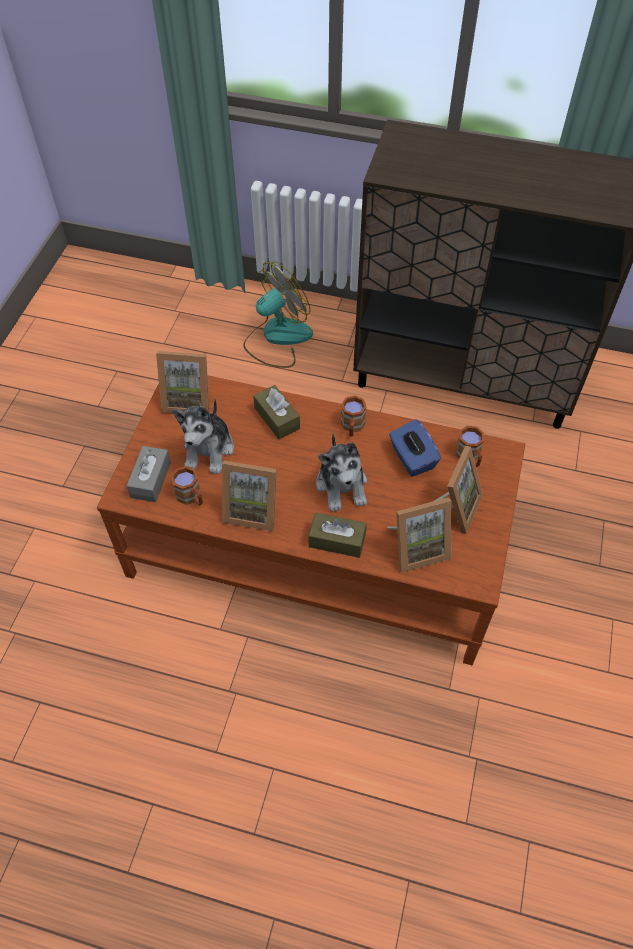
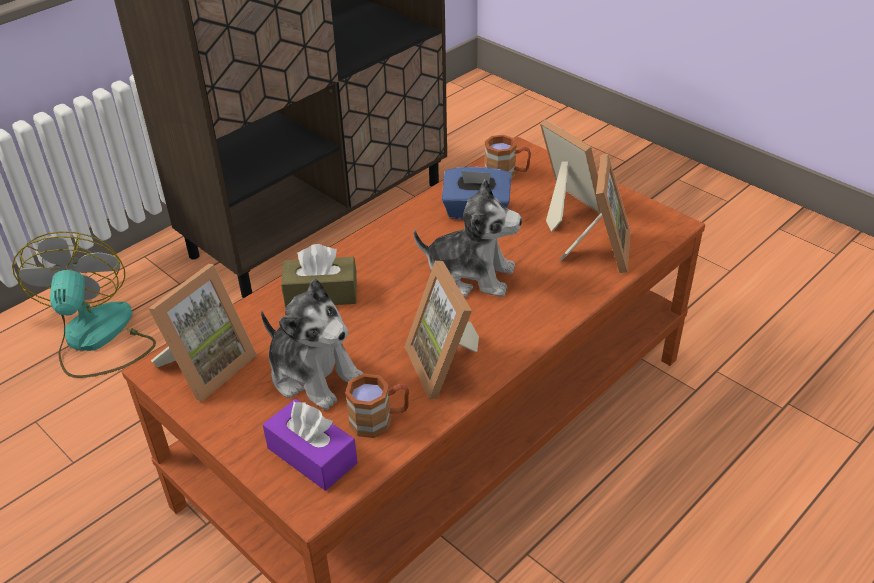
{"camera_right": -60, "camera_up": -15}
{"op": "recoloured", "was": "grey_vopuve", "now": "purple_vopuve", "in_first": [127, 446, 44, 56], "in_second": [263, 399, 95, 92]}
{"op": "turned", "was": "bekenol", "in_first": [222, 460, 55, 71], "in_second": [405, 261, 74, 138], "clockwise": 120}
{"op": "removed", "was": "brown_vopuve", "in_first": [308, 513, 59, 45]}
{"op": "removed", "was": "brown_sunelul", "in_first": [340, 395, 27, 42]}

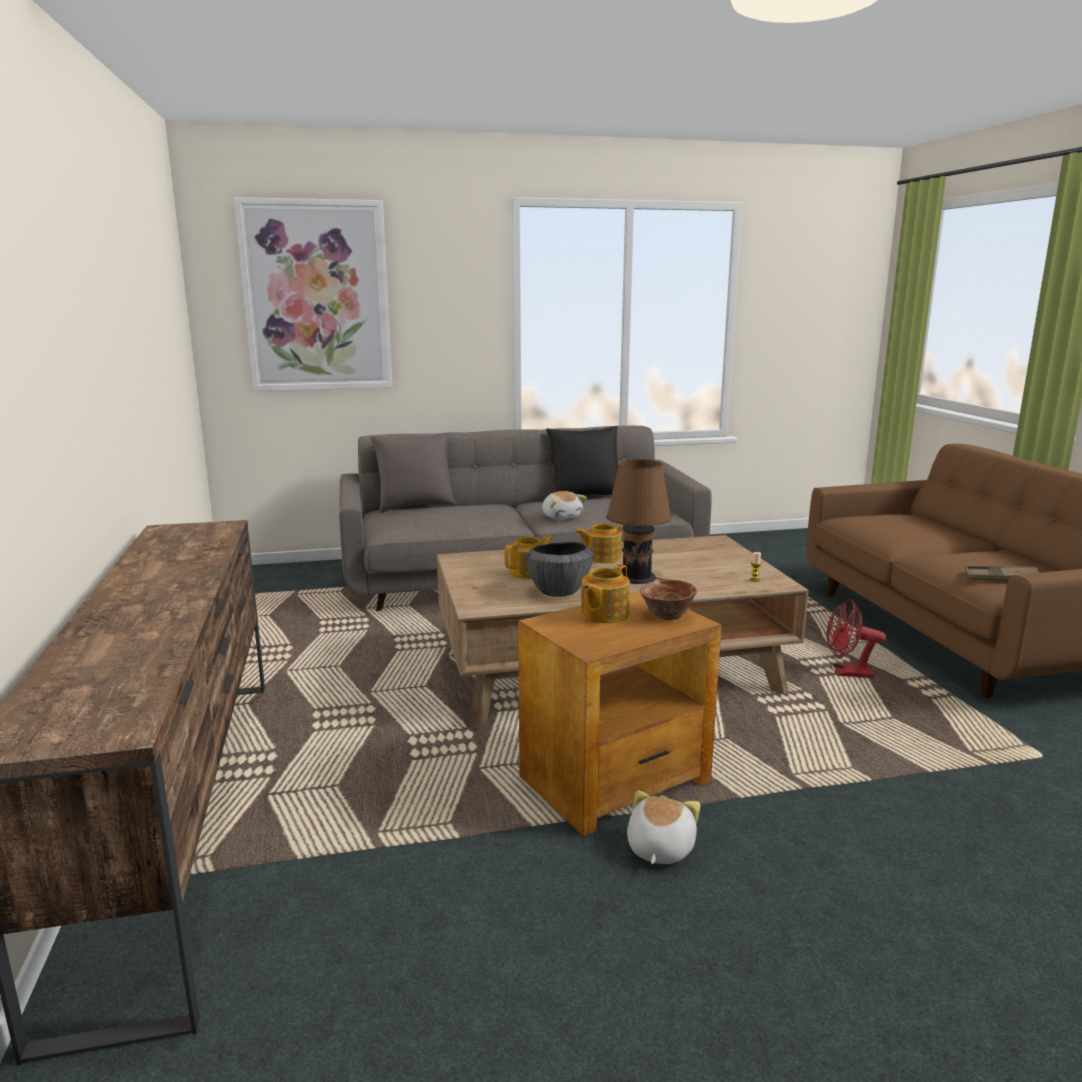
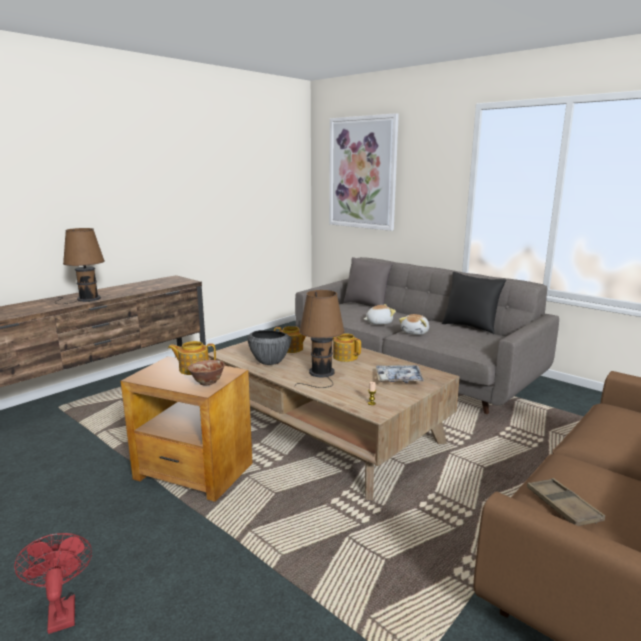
{"camera_right": 55, "camera_up": 0}
{"op": "moved", "was": "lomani", "in_first": [627, 790, 73, 74], "in_second": [364, 304, 32, 21]}
{"op": "moved", "was": "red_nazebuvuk", "in_first": [827, 599, 59, 79], "in_second": [14, 533, 78, 101]}
{"op": "added", "now": "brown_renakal", "in_second": [55, 228, 50, 76]}
{"op": "added", "now": "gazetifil", "in_second": [376, 365, 48, 18]}

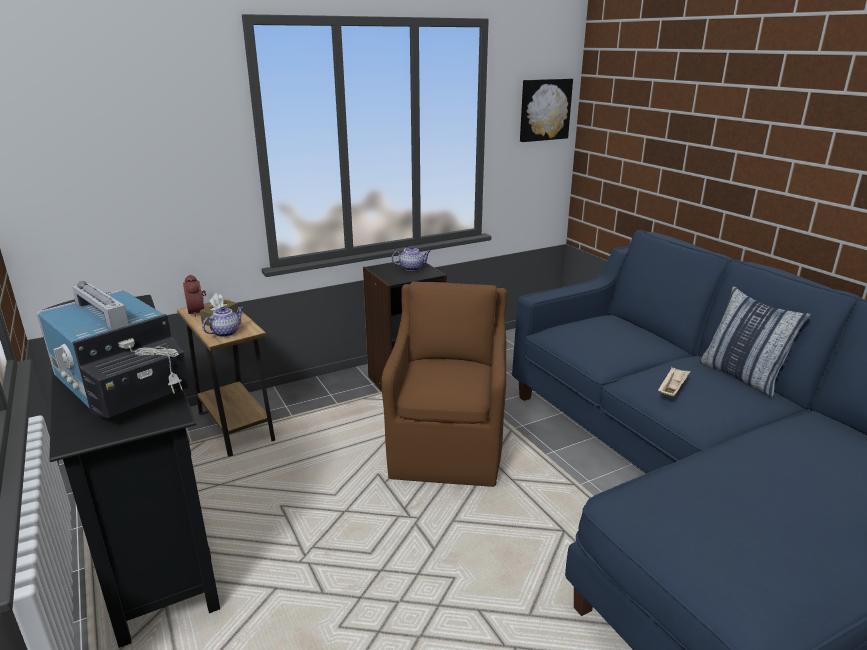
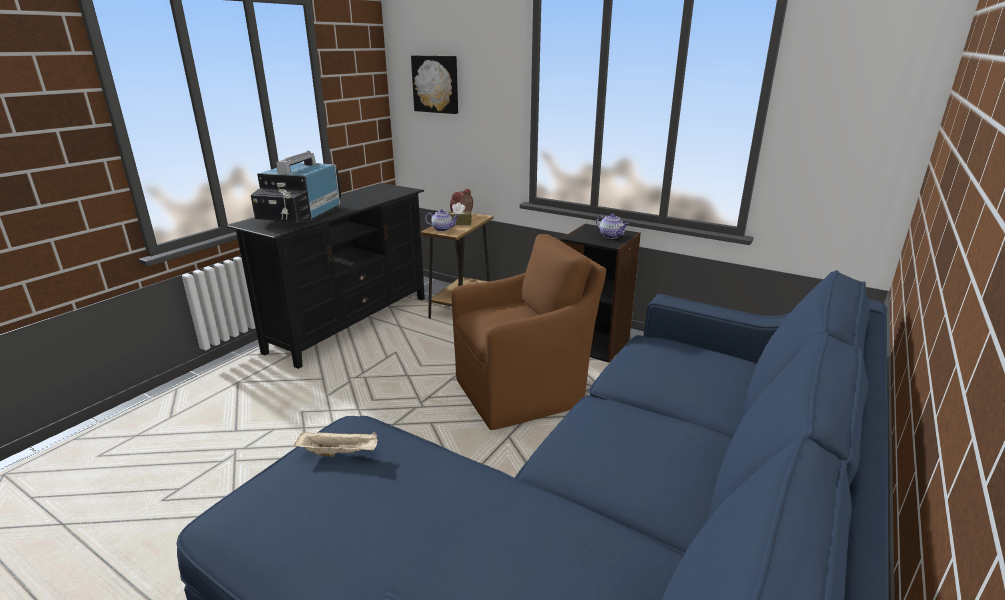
{"camera_right": 60, "camera_up": 0}
{"op": "moved", "was": "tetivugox", "in_first": [520, 78, 53, 64], "in_second": [411, 55, 47, 59]}
{"op": "moved", "was": "beige_gazetifil", "in_first": [658, 366, 33, 31], "in_second": [294, 431, 83, 26]}
{"op": "removed", "was": "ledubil", "in_first": [700, 286, 111, 112]}

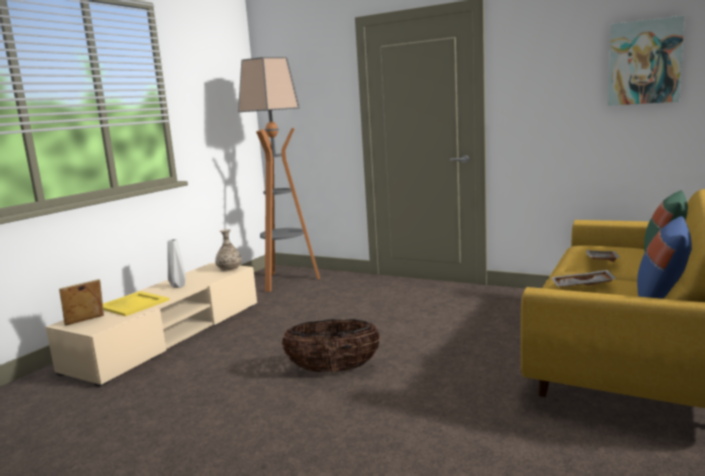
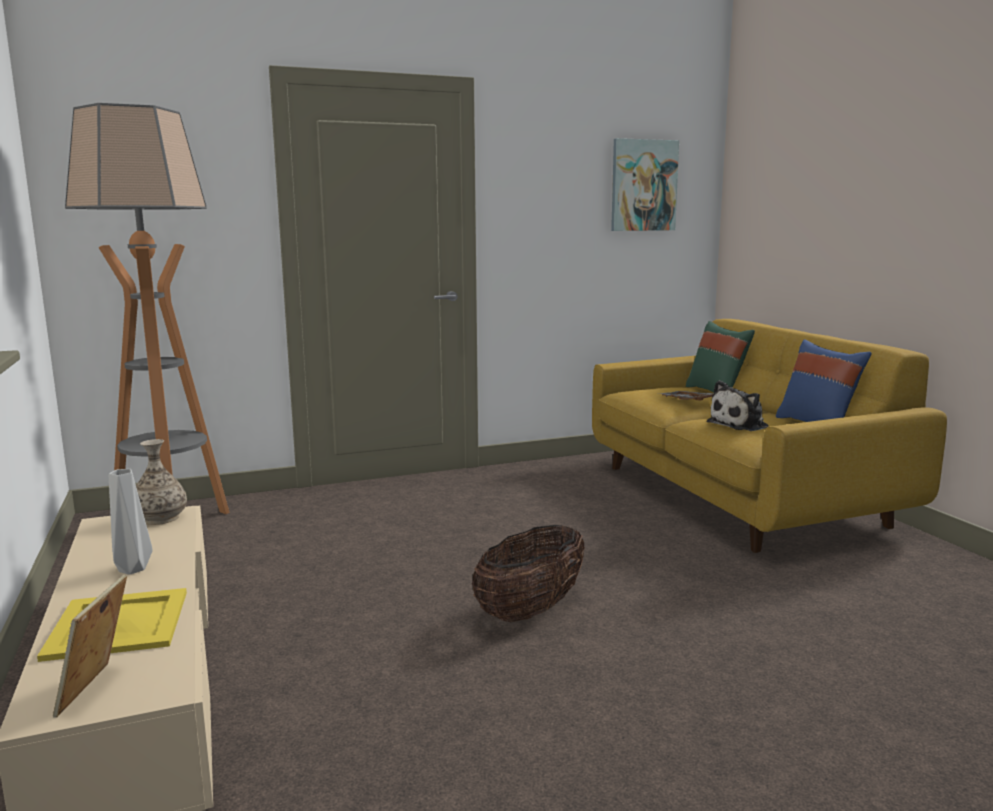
{"camera_right": -50, "camera_up": 0}
{"op": "replaced", "was": "grey_gazetifil", "now": "lomani", "in_first": [551, 270, 65, 17], "in_second": [707, 380, 62, 51]}

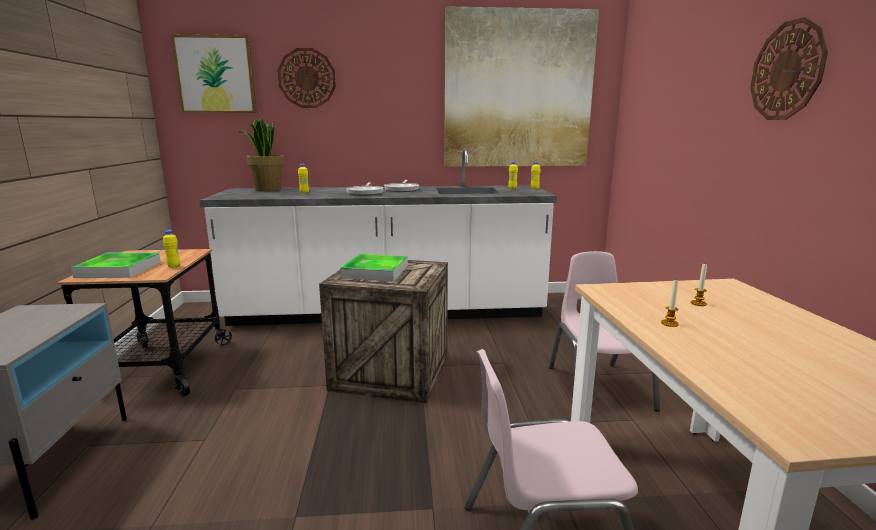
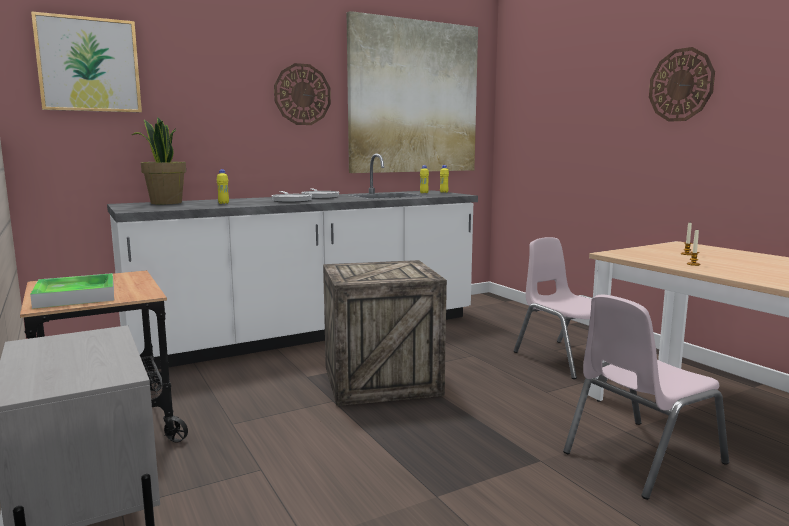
{"camera_right": -25, "camera_up": -5}
{"op": "removed", "was": "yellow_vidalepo", "in_first": [163, 230, 17, 38]}
{"op": "moved", "was": "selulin", "in_first": [277, 48, 59, 60], "in_second": [274, 63, 57, 62]}
{"op": "removed", "was": "gazetifil", "in_first": [340, 254, 68, 27]}

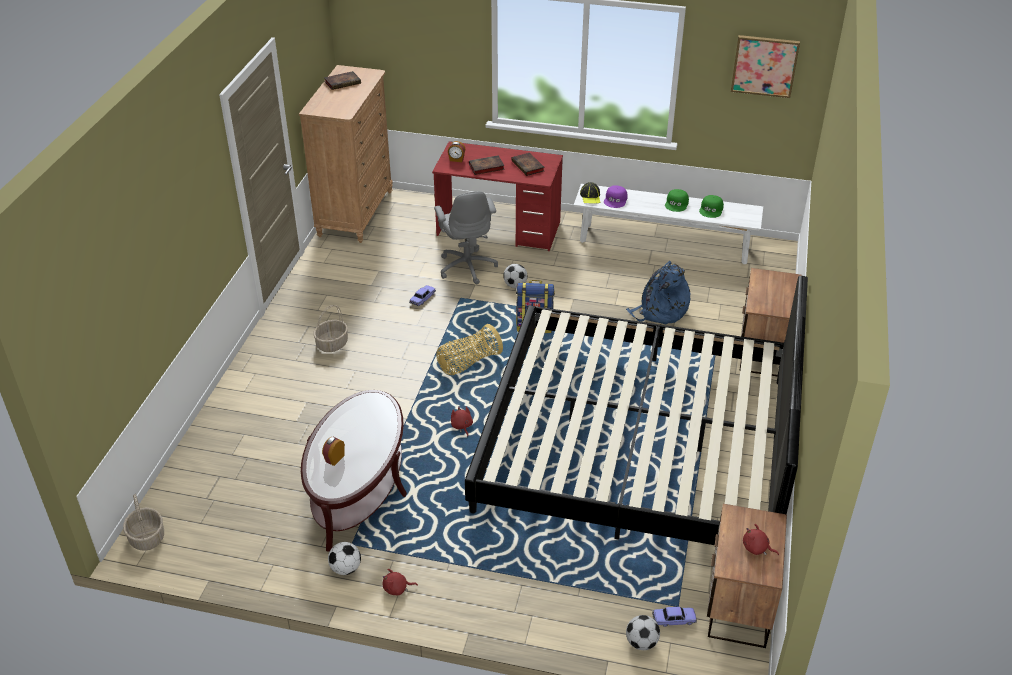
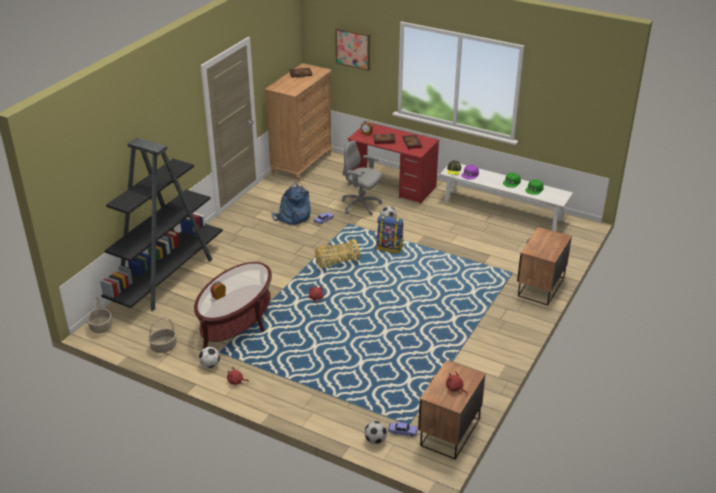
{"camera_right": 15, "camera_up": -5}
{"op": "moved", "was": "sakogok", "in_first": [313, 305, 35, 47], "in_second": [148, 317, 28, 36]}
{"op": "turned", "was": "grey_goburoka", "in_first": [434, 191, 64, 93], "in_second": [341, 141, 41, 74], "clockwise": 120}
{"op": "removed", "was": "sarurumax", "in_first": [465, 276, 343, 269]}
{"op": "moved", "was": "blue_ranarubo", "in_first": [626, 261, 65, 64], "in_second": [272, 183, 39, 42]}
{"op": "moved", "was": "tetivugox", "in_first": [731, 35, 69, 63], "in_second": [335, 28, 35, 43]}
{"op": "added", "now": "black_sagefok", "in_second": [100, 138, 123, 173]}

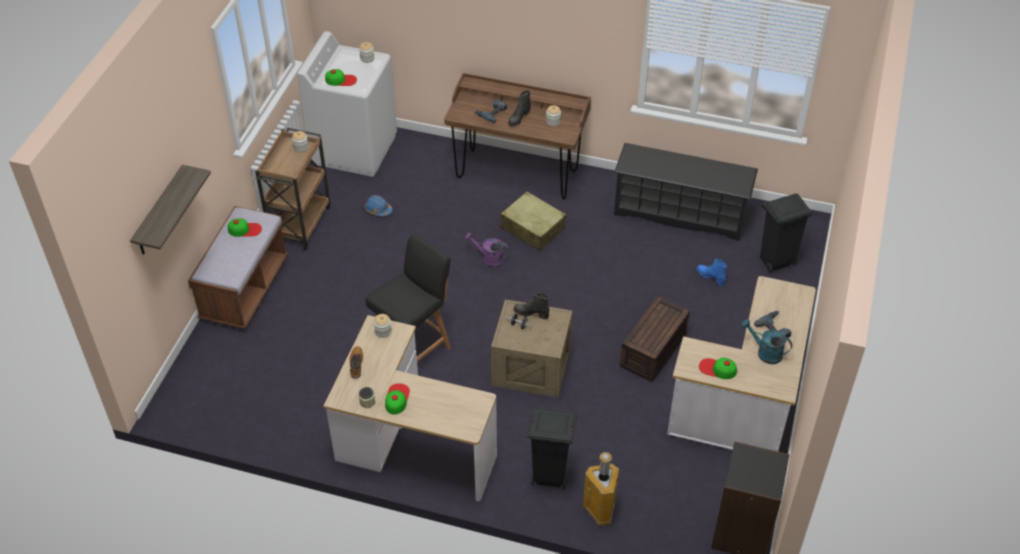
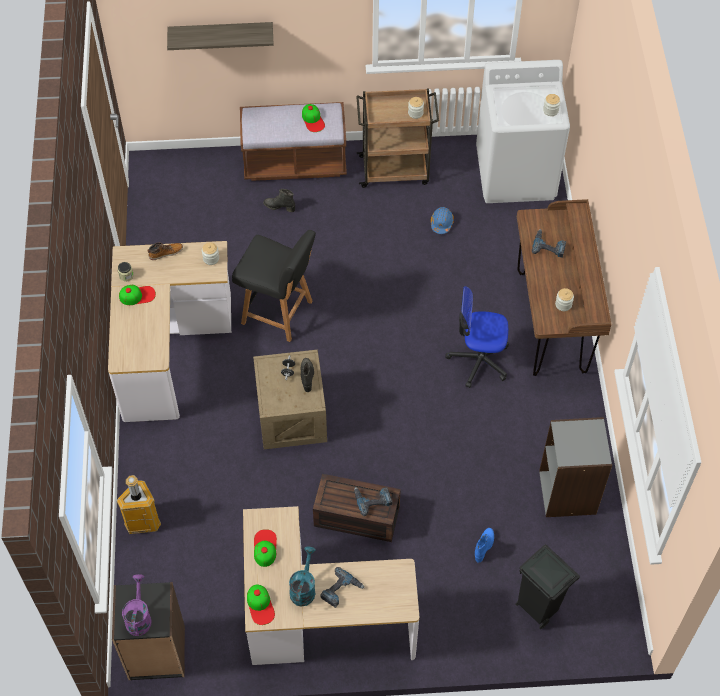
{"camera_right": 70, "camera_up": 10}
{"op": "moved", "was": "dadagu", "in_first": [325, 69, 32, 17], "in_second": [247, 584, 28, 41]}
{"op": "moved", "was": "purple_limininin", "in_first": [465, 232, 44, 36], "in_second": [122, 574, 30, 62]}
{"op": "replaced", "was": "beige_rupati", "now": "goburoka", "in_first": [500, 191, 66, 60], "in_second": [445, 286, 64, 102]}
{"op": "moved", "was": "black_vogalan", "in_first": [508, 90, 23, 37], "in_second": [263, 189, 32, 23]}
{"op": "removed", "was": "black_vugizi", "in_first": [527, 408, 50, 82]}
{"op": "replaced", "was": "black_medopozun", "now": "grey_sagefok", "in_first": [614, 143, 144, 98], "in_second": [539, 417, 73, 100]}
{"op": "added", "now": "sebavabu", "in_second": [354, 487, 38, 29]}

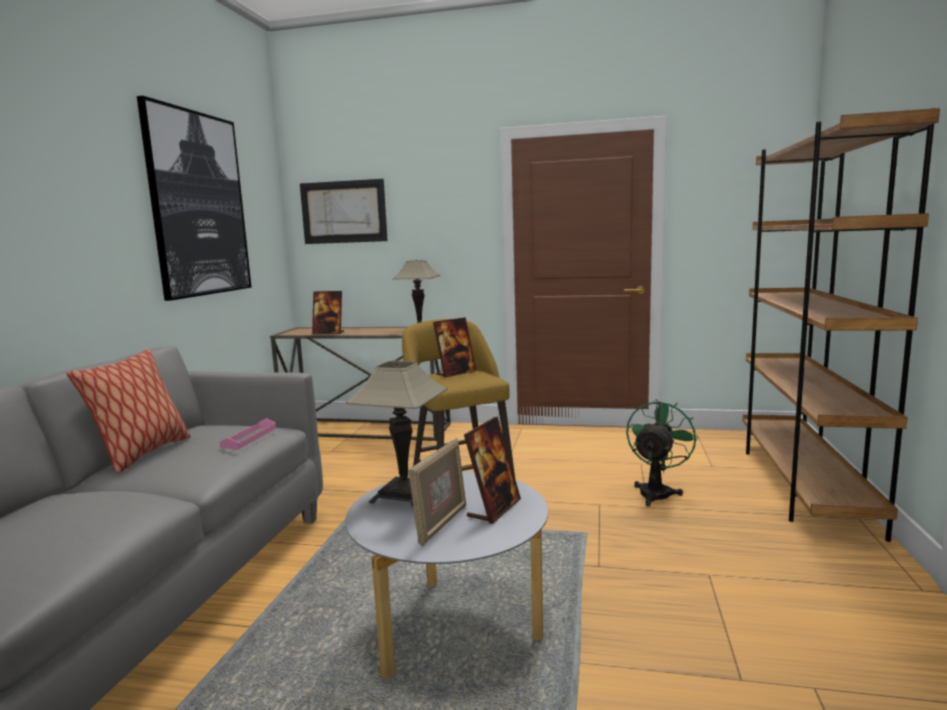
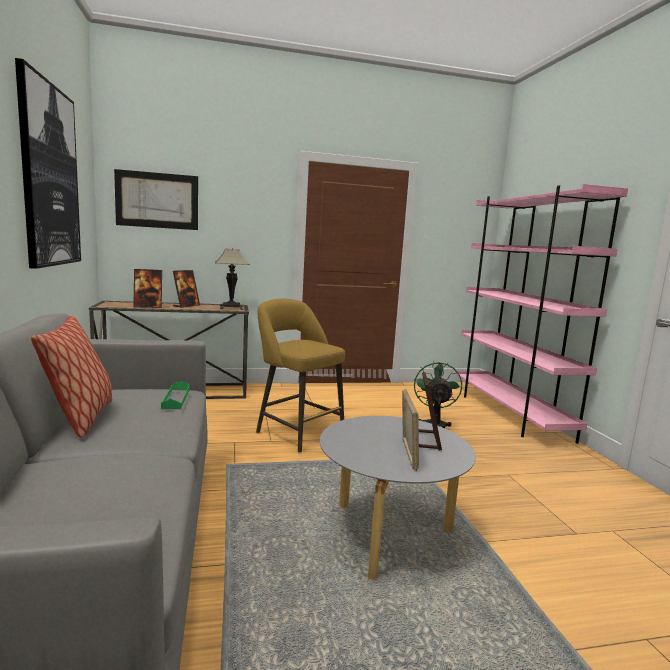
{"camera_right": -25, "camera_up": 0}
{"op": "recoloured", "was": "pink_gazetifil", "now": "green_gazetifil", "in_first": [220, 418, 56, 31], "in_second": [161, 381, 29, 28]}
{"op": "removed", "was": "renakal", "in_first": [346, 361, 102, 148]}
{"op": "moved", "was": "bekenol", "in_first": [433, 317, 44, 61], "in_second": [173, 270, 27, 38]}
{"op": "recoloured", "was": "brown_sagefok", "now": "pink_sagefok", "in_first": [743, 108, 197, 434], "in_second": [457, 184, 171, 260]}

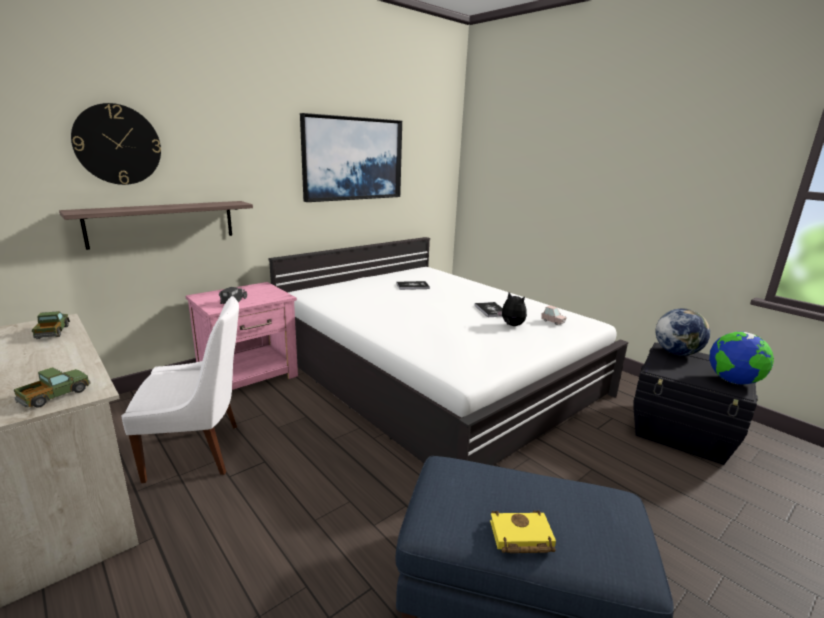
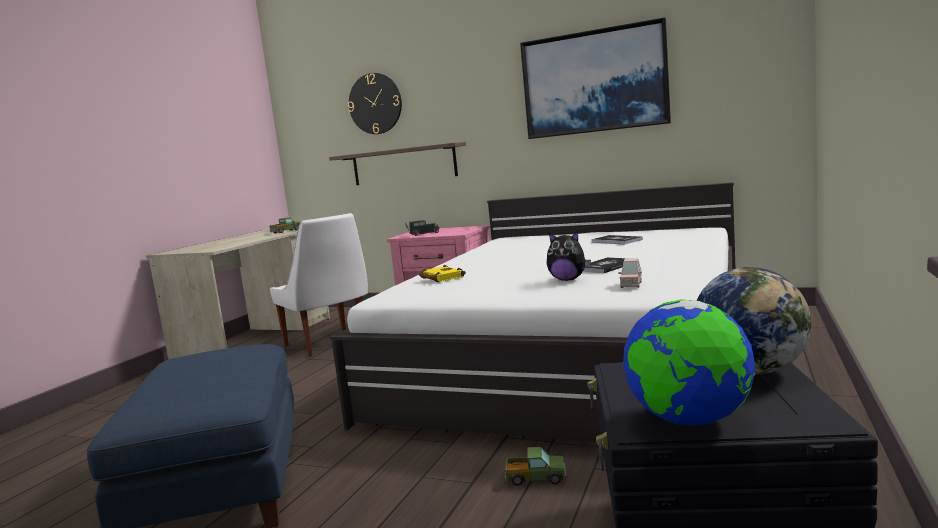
{"camera_right": 65, "camera_up": -10}
{"op": "moved", "was": "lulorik", "in_first": [14, 367, 77, 41], "in_second": [505, 447, 62, 39]}
{"op": "moved", "was": "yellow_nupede", "in_first": [490, 511, 66, 42], "in_second": [419, 265, 47, 17]}
{"op": "turned", "was": "lomani", "in_first": [497, 292, 30, 34], "in_second": [547, 231, 44, 50], "clockwise": 90}

